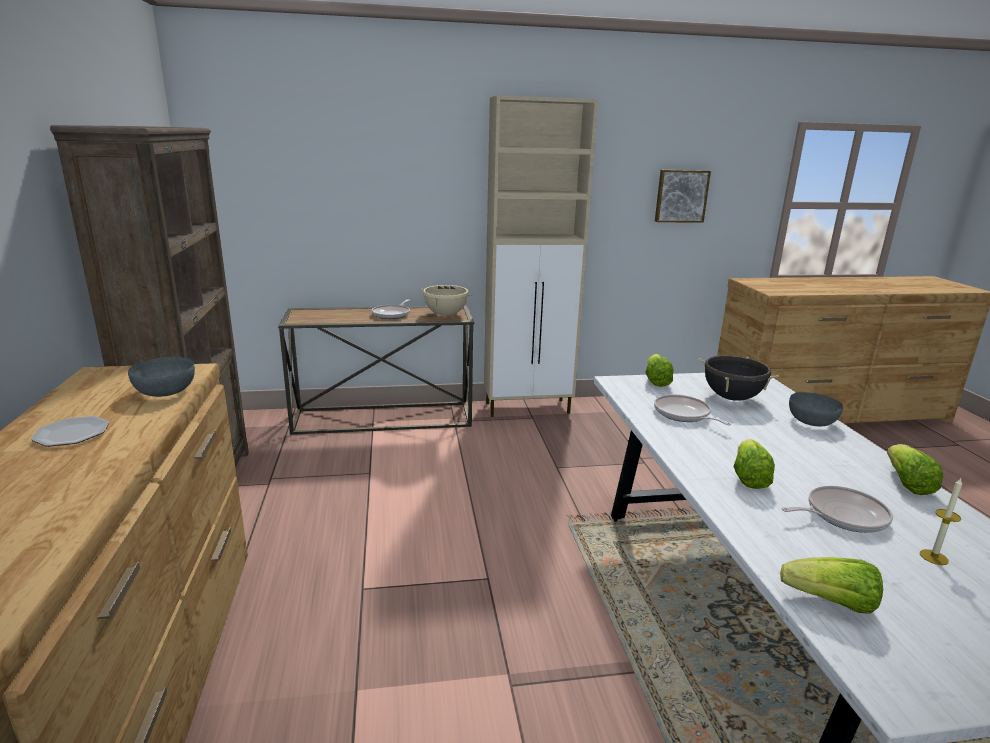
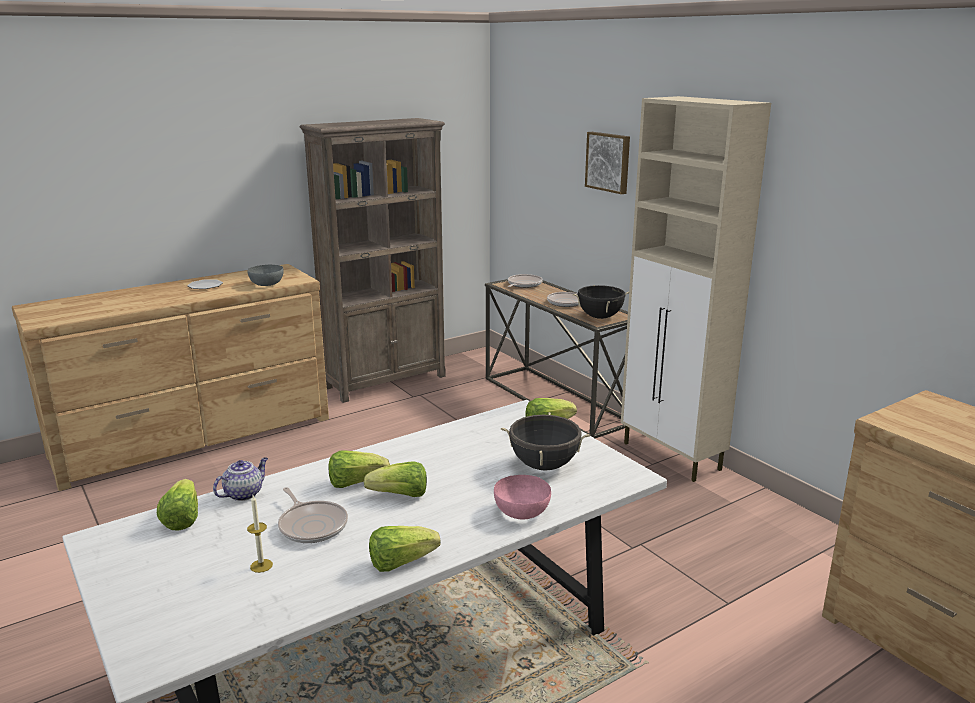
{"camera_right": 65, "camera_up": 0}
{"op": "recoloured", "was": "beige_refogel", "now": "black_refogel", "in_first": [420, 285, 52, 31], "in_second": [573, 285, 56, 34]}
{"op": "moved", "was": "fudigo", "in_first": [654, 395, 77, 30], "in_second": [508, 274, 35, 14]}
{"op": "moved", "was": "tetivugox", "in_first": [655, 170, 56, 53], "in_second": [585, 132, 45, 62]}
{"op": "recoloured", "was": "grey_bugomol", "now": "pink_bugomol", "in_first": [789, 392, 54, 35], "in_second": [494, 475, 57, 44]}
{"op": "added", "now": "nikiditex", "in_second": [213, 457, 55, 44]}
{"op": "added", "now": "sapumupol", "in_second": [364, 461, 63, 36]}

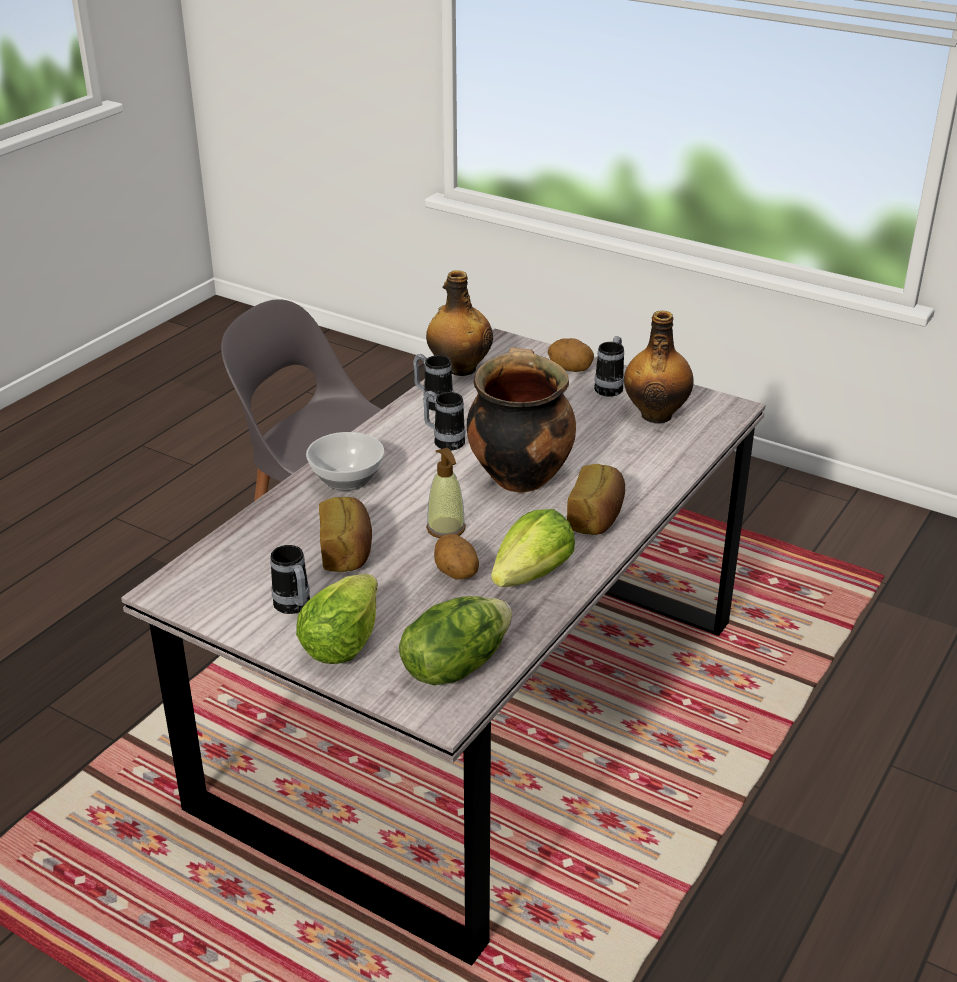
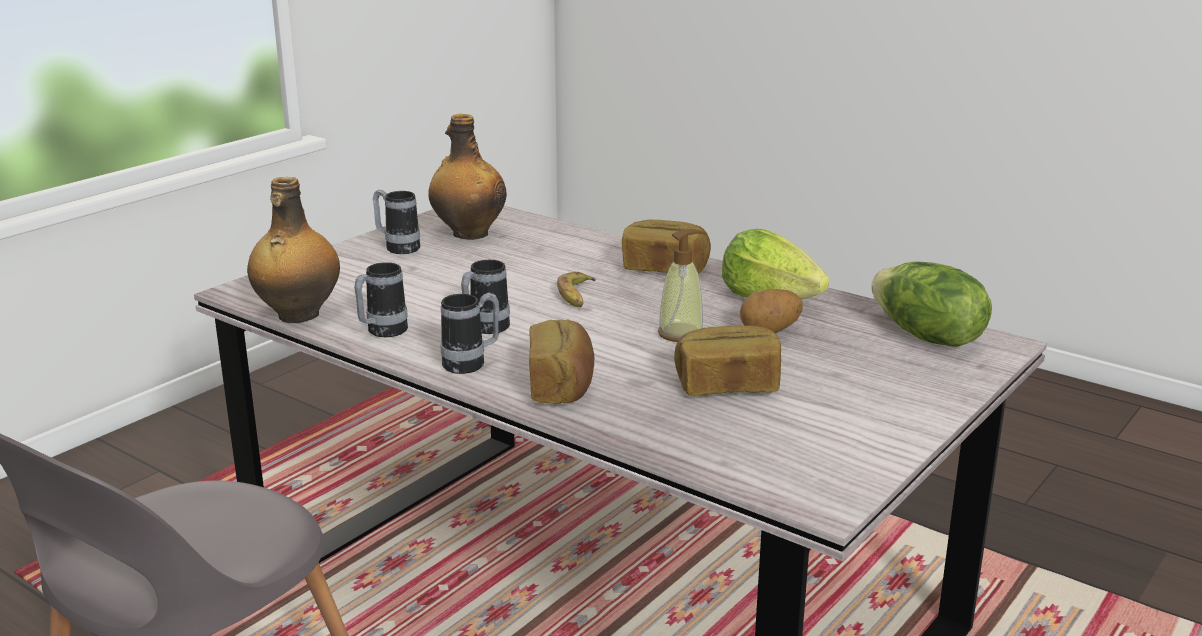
{"camera_right": -85, "camera_up": -10}
{"op": "moved", "was": "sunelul", "in_first": [270, 545, 40, 69], "in_second": [441, 292, 58, 82]}
{"op": "removed", "was": "sapumupol", "in_first": [296, 574, 82, 90]}
{"op": "replaced", "was": "bugomol", "now": "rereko", "in_first": [306, 432, 78, 59], "in_second": [529, 320, 65, 84]}
{"op": "replaced", "was": "refogel", "now": "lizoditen", "in_first": [467, 347, 109, 146], "in_second": [557, 272, 39, 35]}
{"op": "removed", "was": "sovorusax", "in_first": [548, 338, 46, 34]}

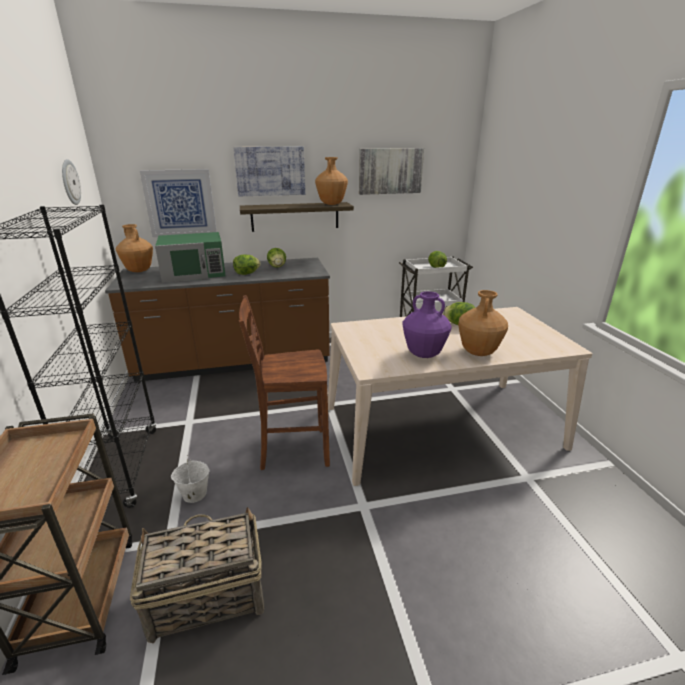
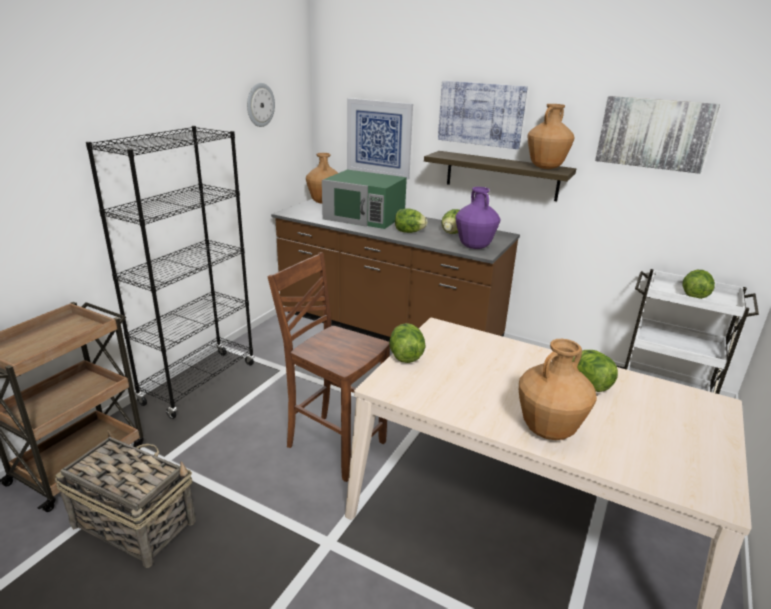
{"camera_right": 40, "camera_up": 0}
{"op": "removed", "was": "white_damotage", "in_first": [171, 455, 39, 48]}
{"op": "moved", "was": "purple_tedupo", "in_first": [402, 291, 50, 67], "in_second": [455, 187, 45, 62]}
{"op": "added", "now": "sapumupol", "in_second": [389, 323, 37, 40]}

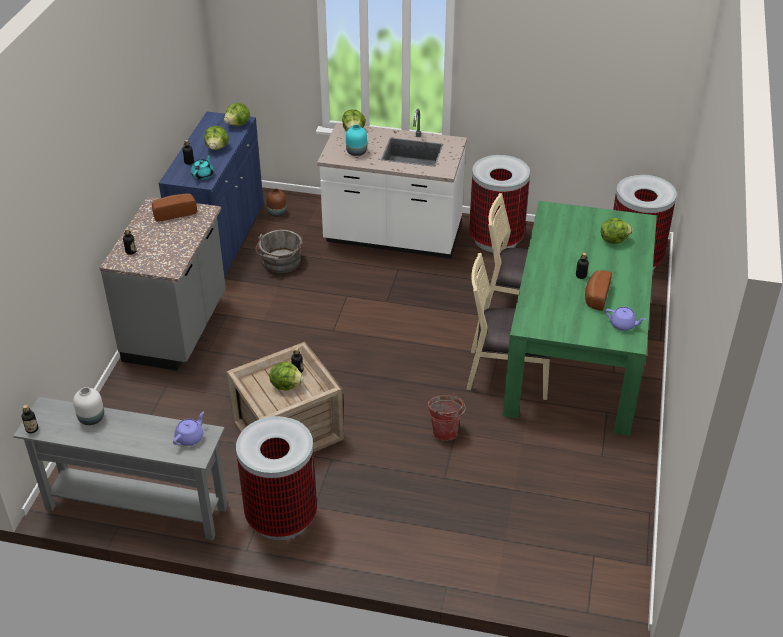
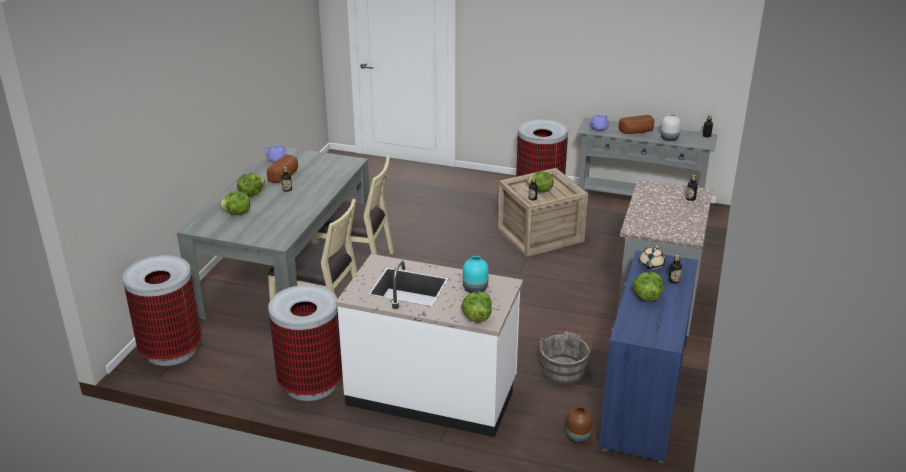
{"camera_right": -175, "camera_up": -10}
{"op": "moved", "was": "rereko", "in_first": [152, 194, 45, 27], "in_second": [619, 115, 35, 19]}
{"op": "recoloured", "was": "turquoise_nikiditex", "now": "beige_nikiditex", "in_first": [191, 154, 23, 26], "in_second": [639, 245, 26, 25]}
{"op": "moved", "was": "sapumupol", "in_first": [224, 103, 26, 23], "in_second": [237, 173, 28, 24]}
{"op": "removed", "was": "damotage", "in_first": [428, 393, 38, 48]}
{"op": "recoloured", "was": "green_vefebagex", "now": "grey_vefebagex", "in_first": [503, 201, 154, 235], "in_second": [177, 145, 192, 175]}

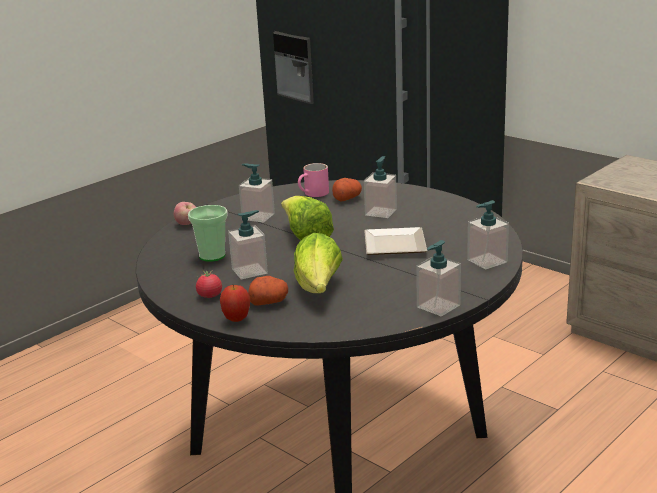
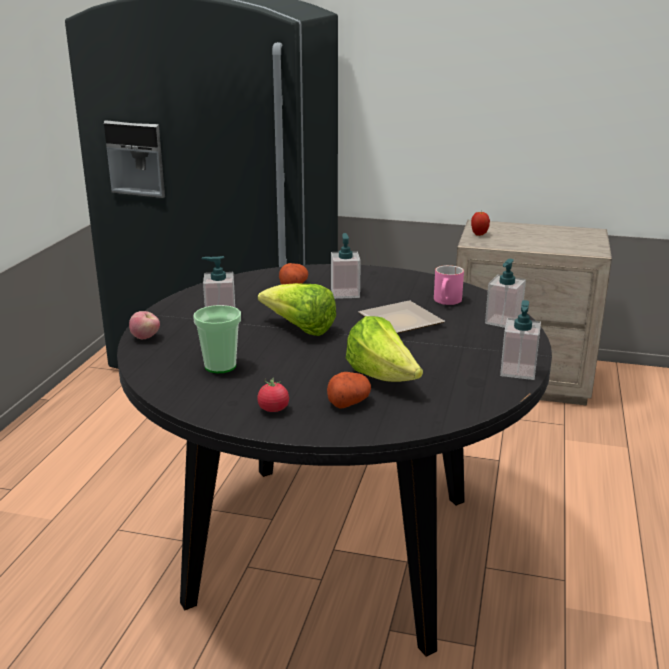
{"camera_right": -30, "camera_up": 0}
{"op": "moved", "was": "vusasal", "in_first": [220, 285, 30, 37], "in_second": [471, 212, 19, 24]}
{"op": "removed", "was": "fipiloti", "in_first": [228, 210, 40, 70]}
{"op": "moved", "was": "pink_sunelul", "in_first": [298, 163, 31, 34], "in_second": [434, 265, 30, 40]}

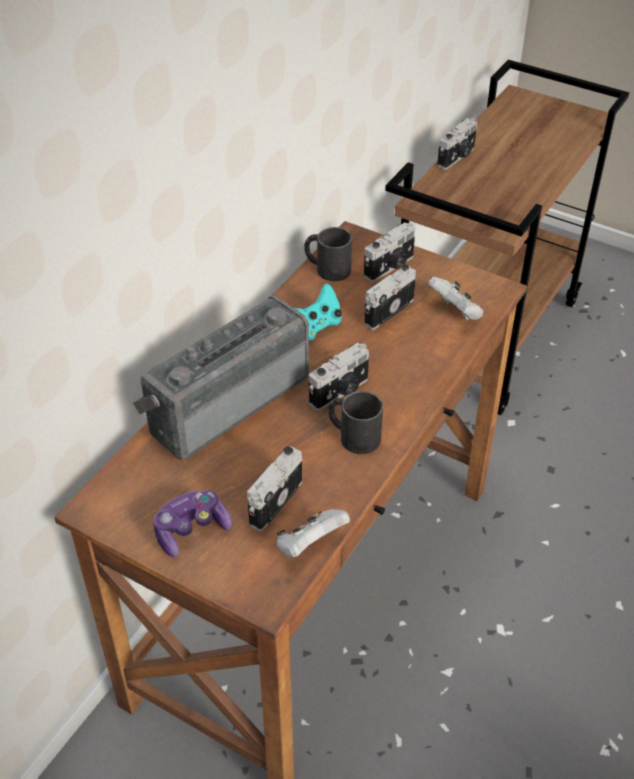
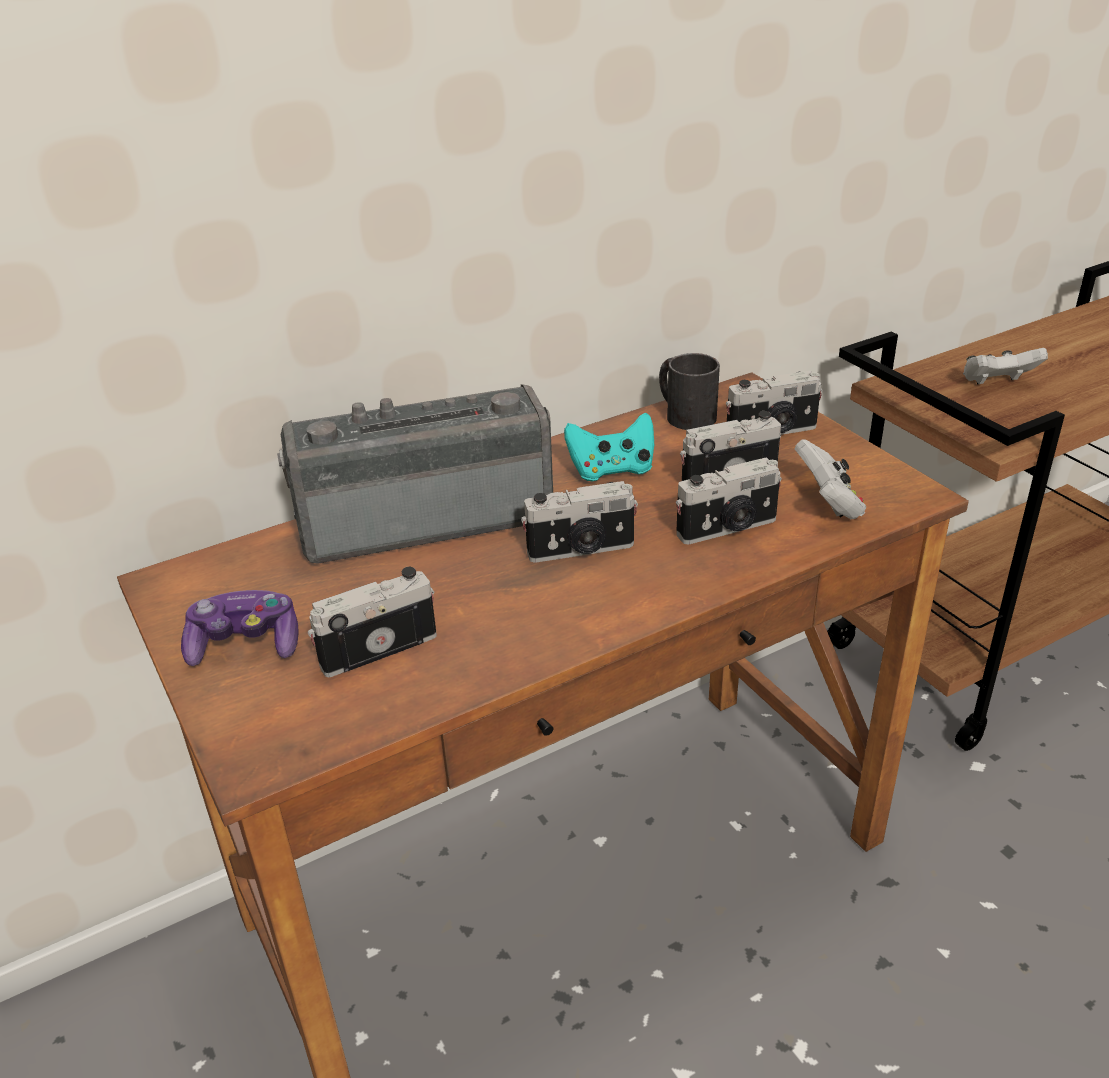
{"camera_right": 30, "camera_up": -10}
{"op": "moved", "was": "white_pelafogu", "in_first": [277, 509, 73, 48], "in_second": [963, 348, 85, 37]}
{"op": "removed", "was": "black_sunelul", "in_first": [328, 391, 55, 63]}
{"op": "moved", "was": "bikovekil", "in_first": [437, 118, 40, 52], "in_second": [676, 457, 106, 87]}

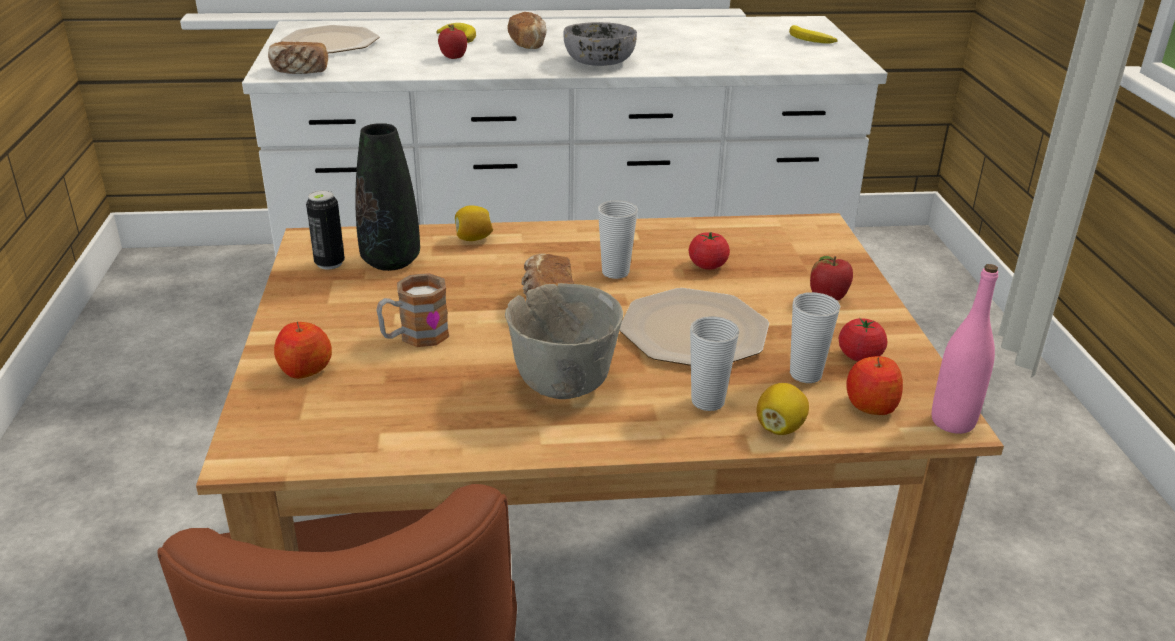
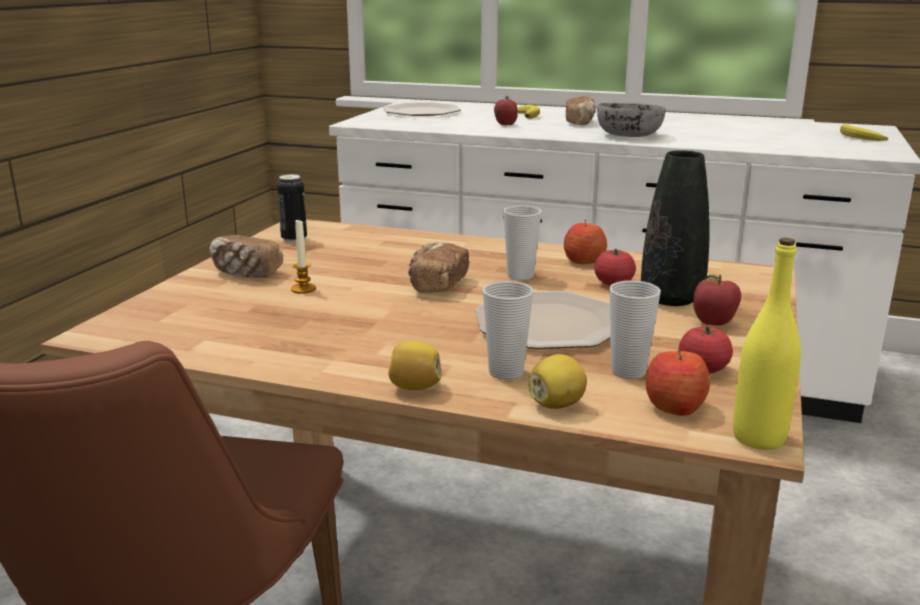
{"camera_right": 25, "camera_up": -10}
{"op": "moved", "was": "rereko", "in_first": [268, 42, 60, 32], "in_second": [210, 235, 73, 43]}
{"op": "moved", "was": "vusasal", "in_first": [274, 321, 58, 58], "in_second": [564, 219, 43, 45]}
{"op": "moved", "was": "black_tedupo", "in_first": [355, 123, 65, 148], "in_second": [641, 150, 69, 156]}
{"op": "replaced", "was": "sunelul", "now": "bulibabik", "in_first": [376, 273, 73, 74], "in_second": [291, 220, 25, 74]}
{"op": "moved", "was": "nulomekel", "in_first": [455, 205, 38, 36], "in_second": [388, 341, 53, 49]}
{"op": "removed", "was": "grey_bugomol", "in_first": [505, 283, 118, 116]}
{"op": "recoloured", "was": "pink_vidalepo", "now": "yellow_vidalepo", "in_first": [932, 264, 66, 170], "in_second": [733, 238, 68, 212]}

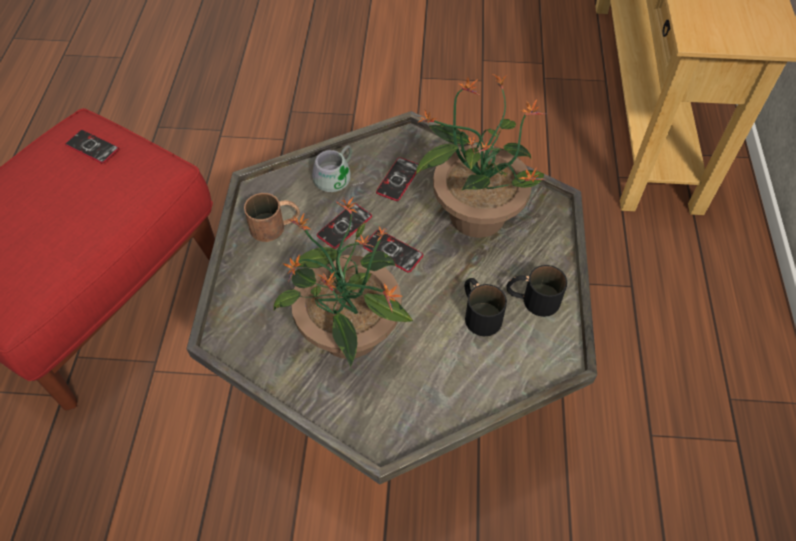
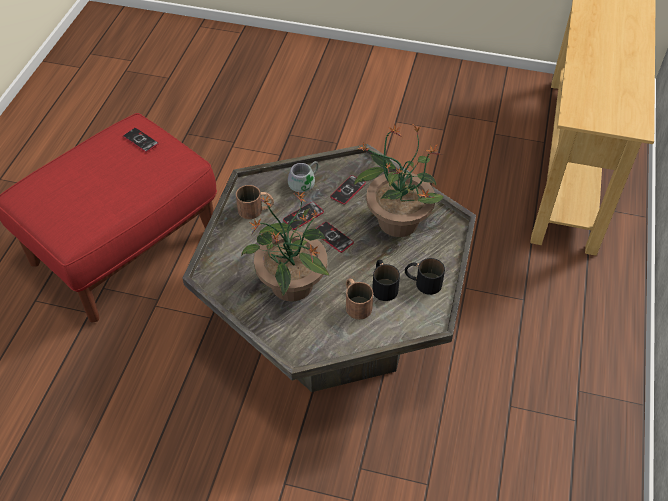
{"camera_right": 10, "camera_up": -5}
{"op": "added", "now": "brown_sunelul", "in_second": [346, 278, 27, 41]}

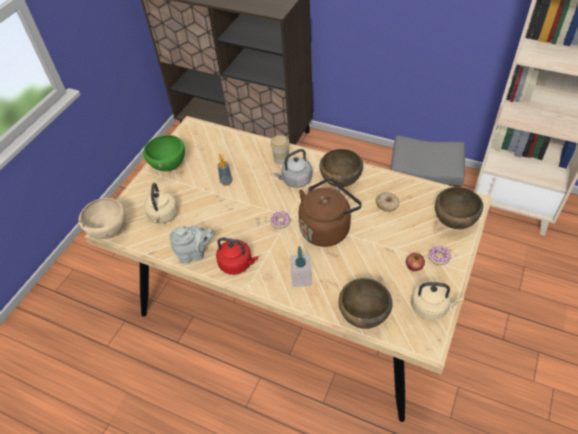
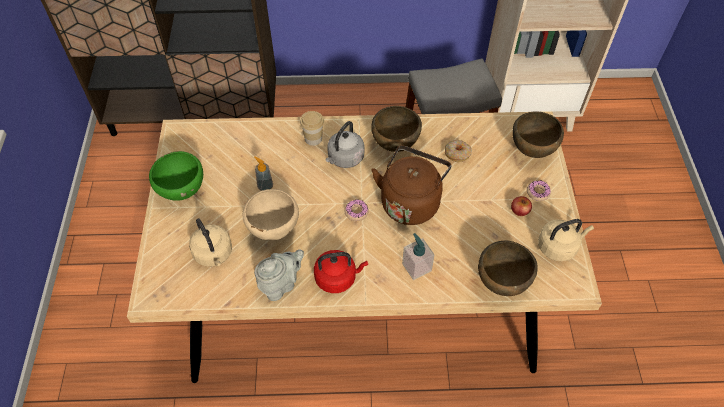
{"camera_right": -30, "camera_up": 5}
{"op": "moved", "was": "beige_bugomol", "in_first": [78, 198, 48, 41], "in_second": [243, 189, 56, 52]}

